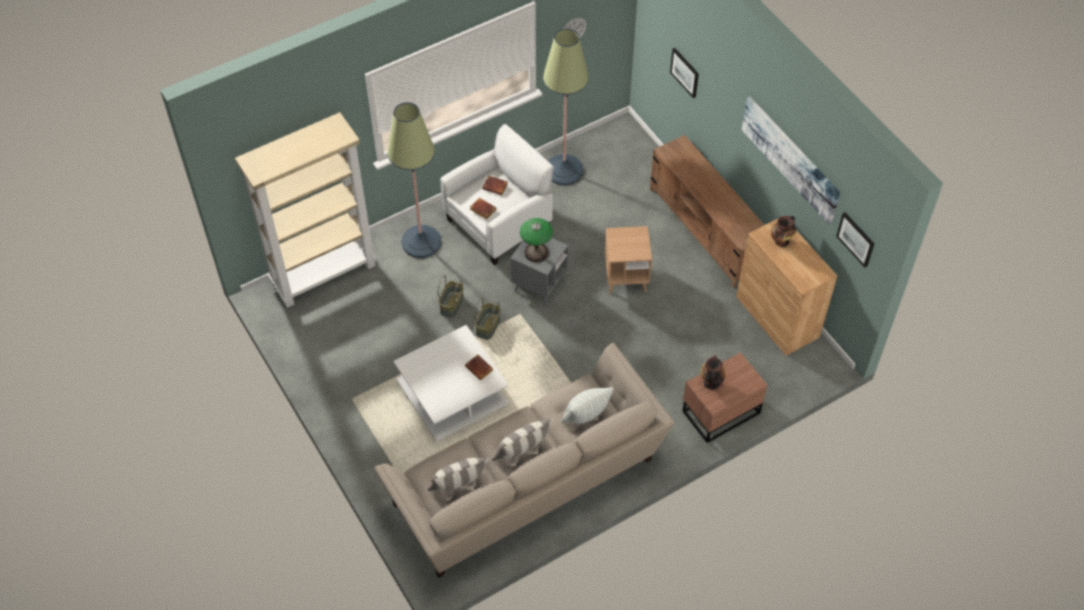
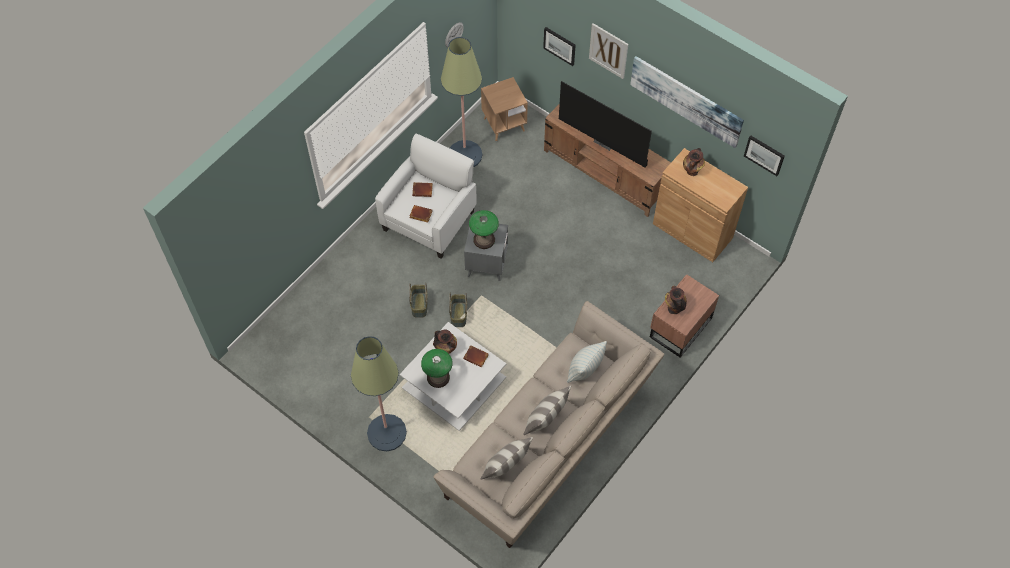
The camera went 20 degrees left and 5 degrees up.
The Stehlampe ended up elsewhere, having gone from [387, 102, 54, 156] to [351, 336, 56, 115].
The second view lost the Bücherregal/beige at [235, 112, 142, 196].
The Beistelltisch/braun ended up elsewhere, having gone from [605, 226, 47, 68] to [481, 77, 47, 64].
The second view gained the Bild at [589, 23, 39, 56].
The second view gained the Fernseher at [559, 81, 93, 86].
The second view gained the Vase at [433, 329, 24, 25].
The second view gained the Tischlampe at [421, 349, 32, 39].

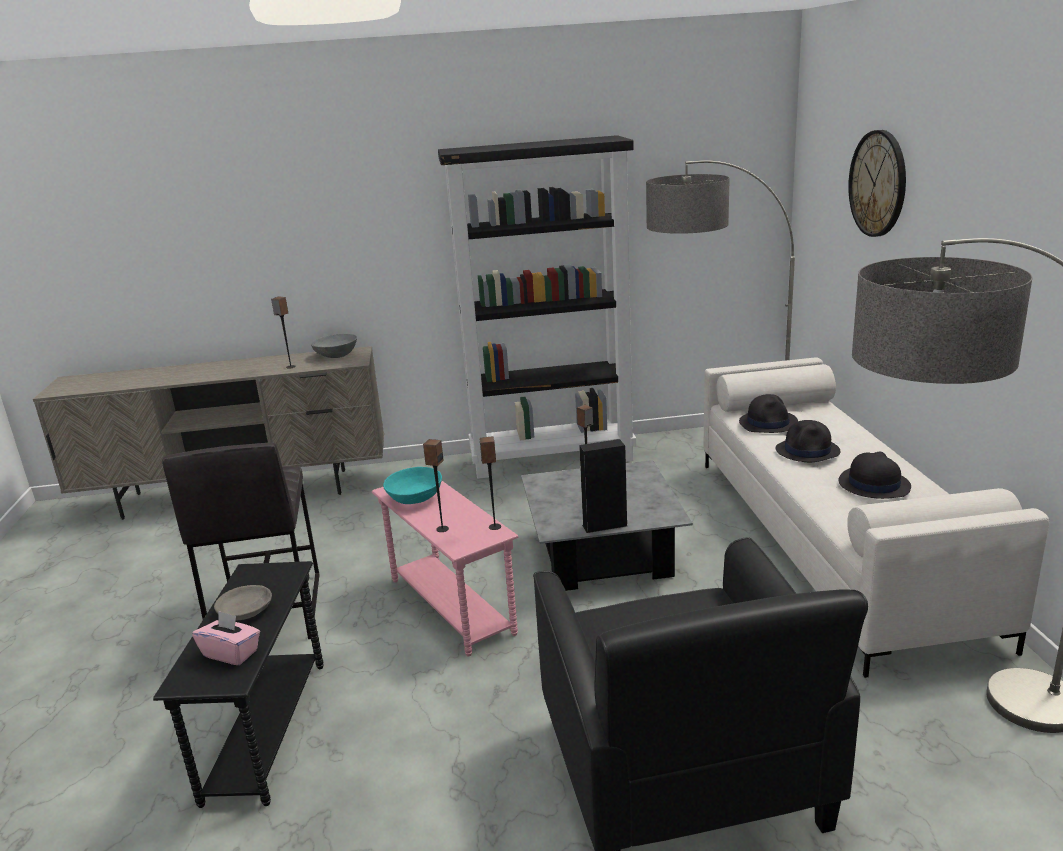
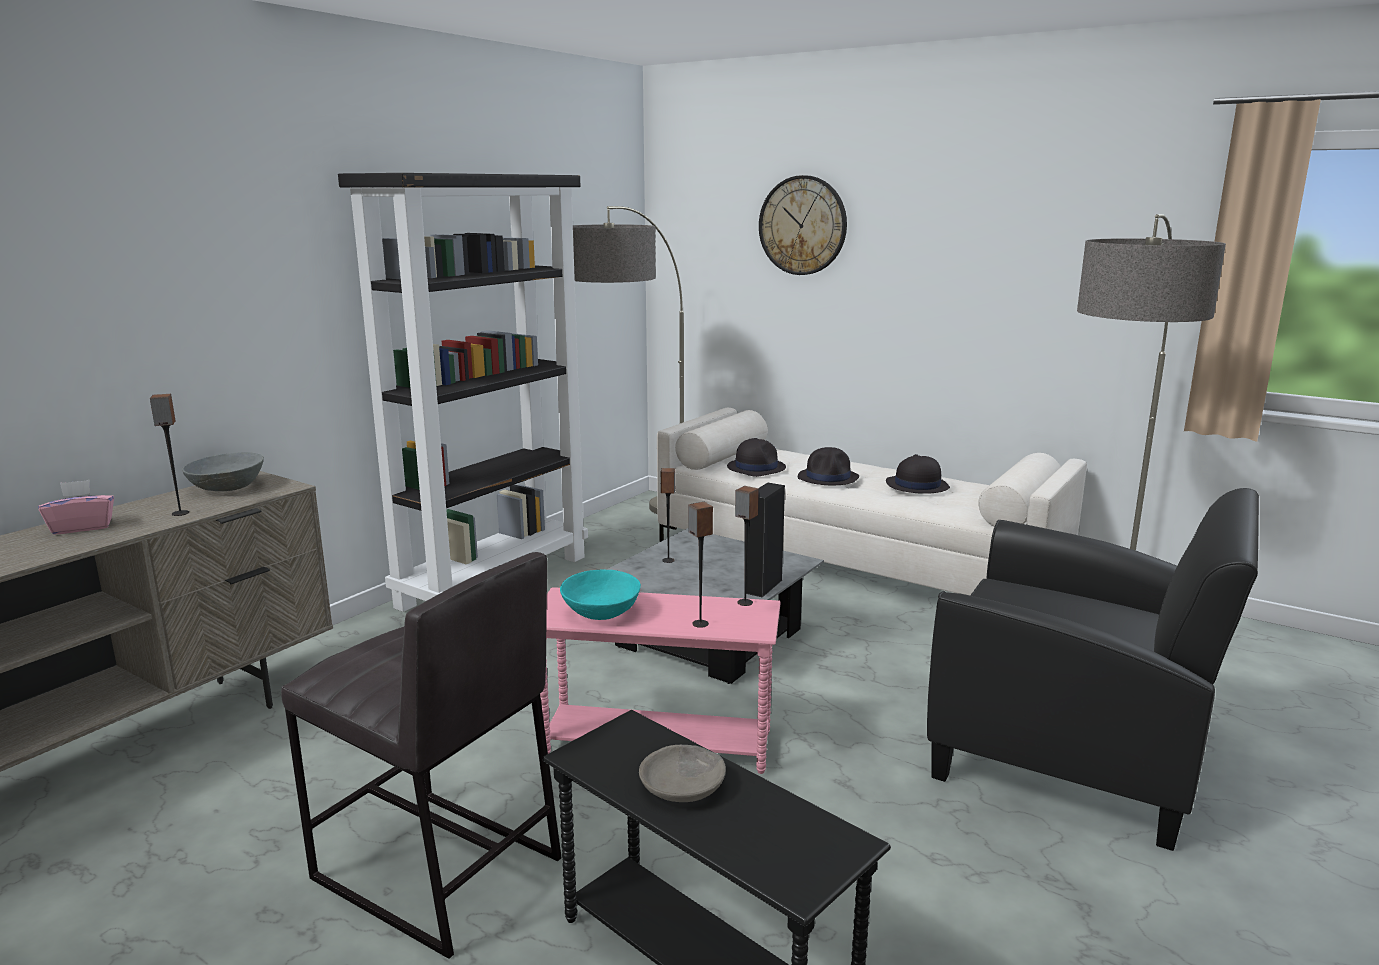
The camera went 50 degrees left and 5 degrees down.
The Taschentuchbox/rosa ended up elsewhere, having gone from [192, 611, 68, 54] to [38, 480, 76, 55].

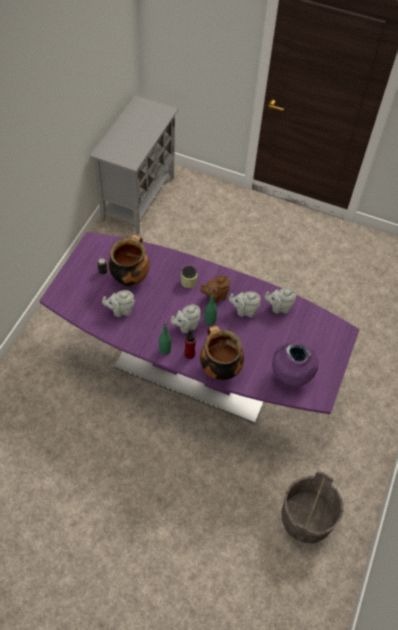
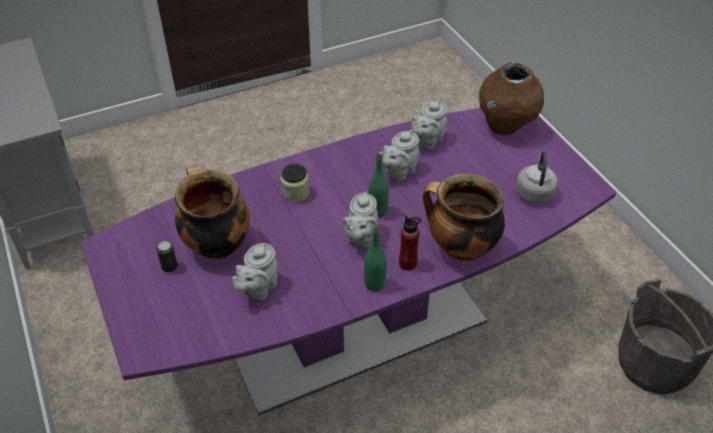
The camera went 45 degrees left and 10 degrees down.
The second view lost the Teekanne/braun at [200, 275, 30, 28].
Where the Vase/lila stood at [272, 342, 46, 44], the Wasserkessel/grau came to stand at [516, 152, 42, 52].
The second view gained the Vase/braun at [479, 62, 65, 73].

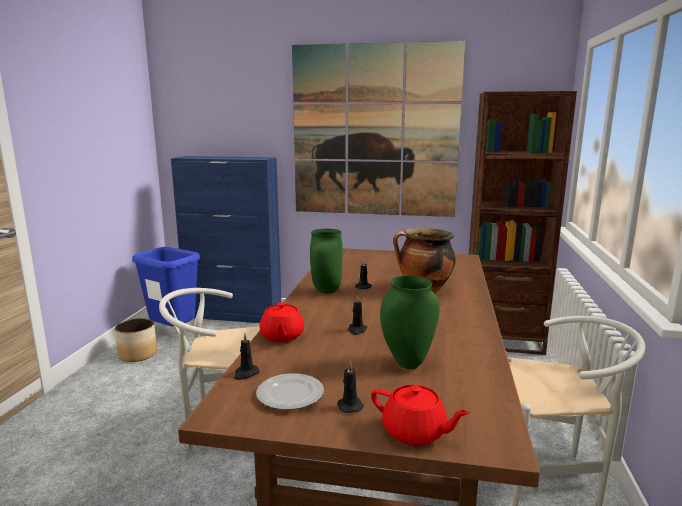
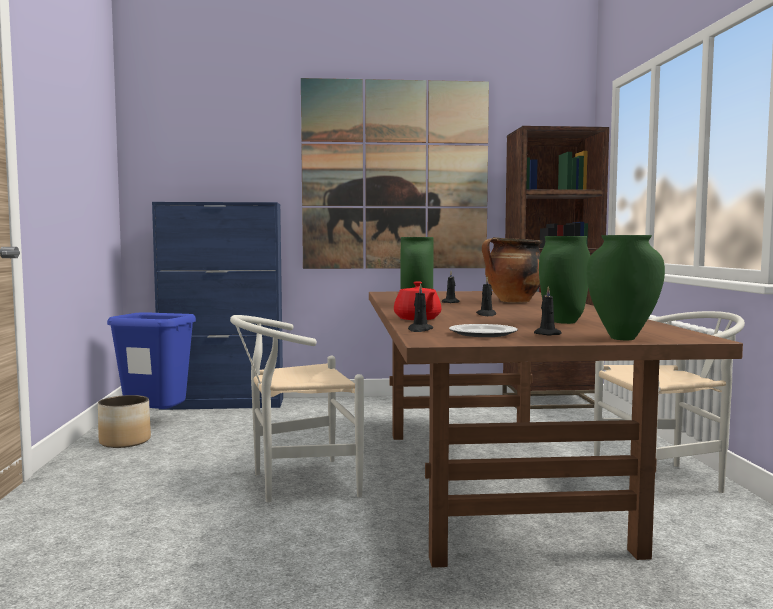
The camera went 15 degrees left and 10 degrees down.
Where the Teekanne/rot stood at [371, 385, 99, 60], the Vase/grün came to stand at [586, 235, 79, 105].

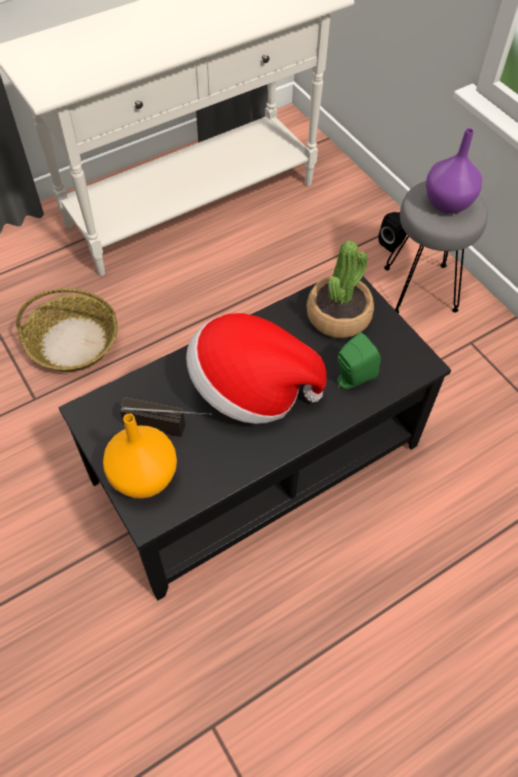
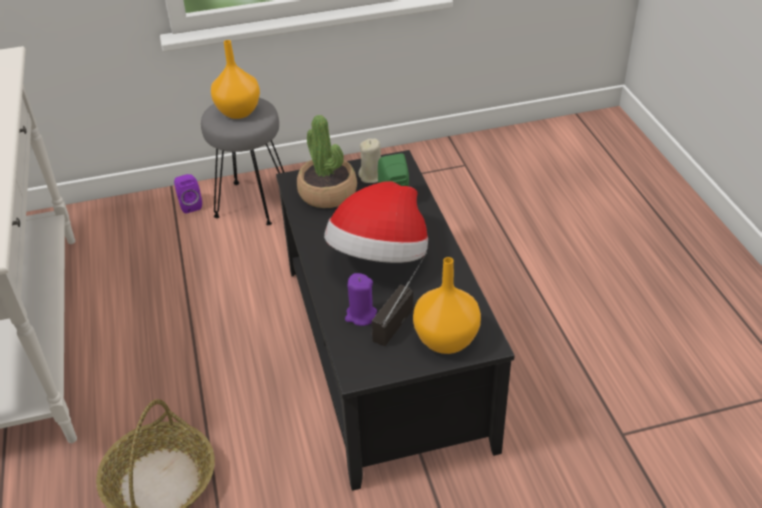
The camera went 70 degrees left and 15 degrees down.
What was the Vase/lila at [426, 128, 56, 86] turned into the Vase/orange at [211, 40, 49, 79].
What was the Lautsprecher/schwarz at [378, 212, 29, 40] turned into the Lautsprecher/lila at [174, 174, 28, 40].
The second view gained the Kerze/beige at [358, 139, 23, 44].
The second view gained the Kerze/lila at [345, 273, 32, 53].

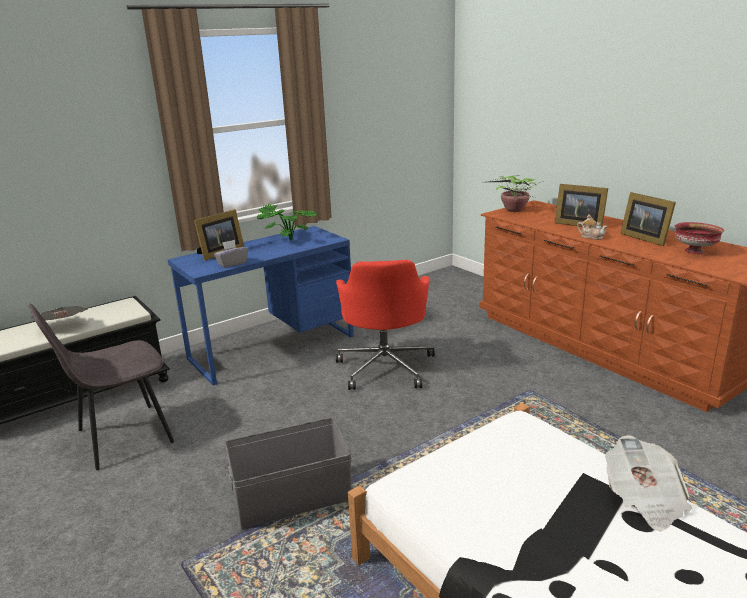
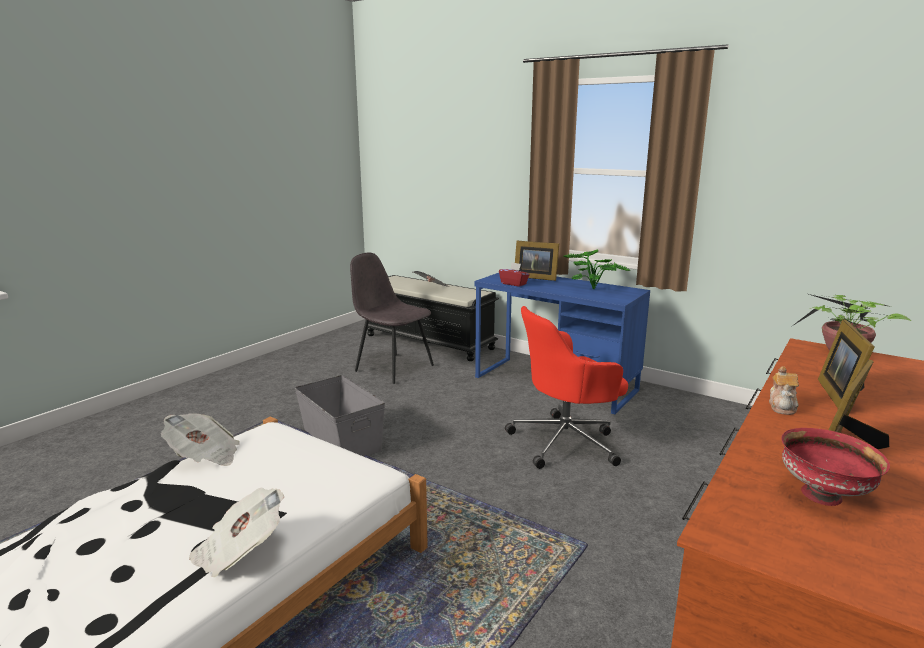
The camera went 70 degrees right and 5 degrees down.
What was the Taschentuchbox/grau at [214, 240, 34, 28] turned into the Taschentuchbox/rot at [499, 262, 31, 25].
The second view gained the Zeitung at [161, 413, 78, 53].

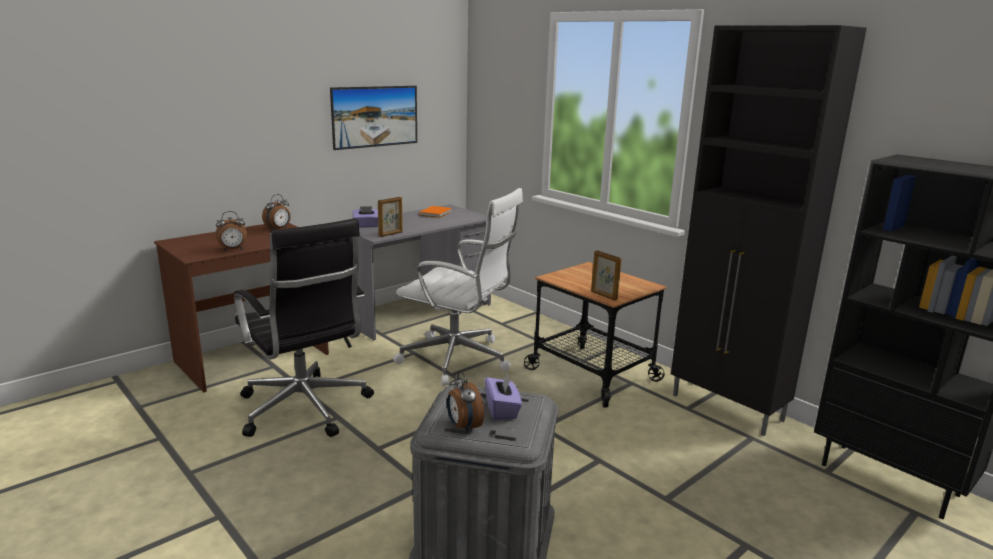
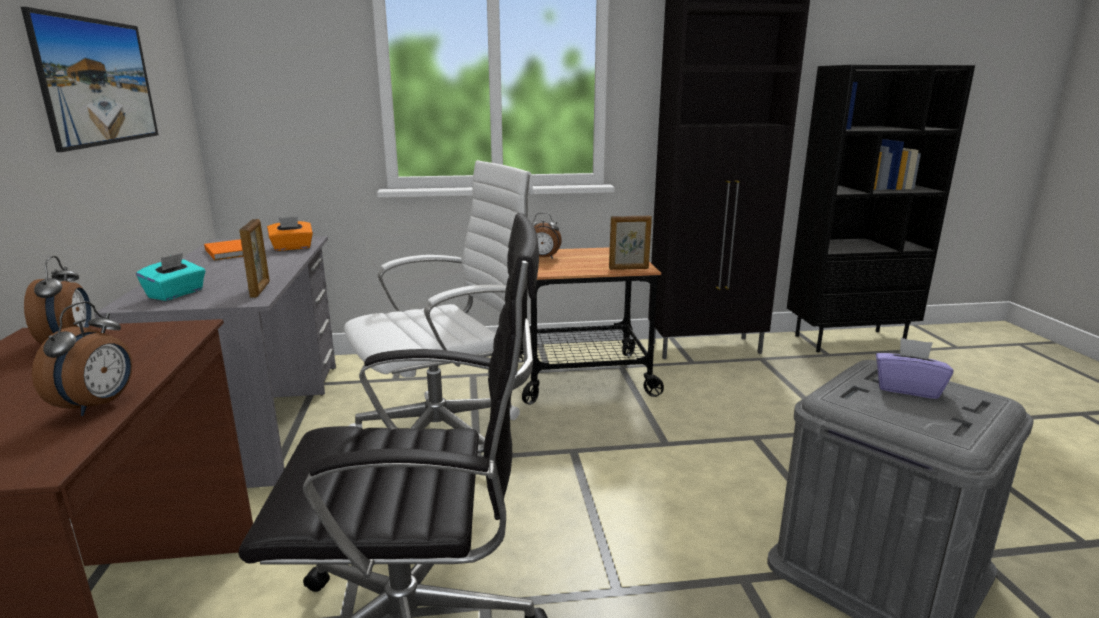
The camera went 55 degrees left and 0 degrees up.
What was the Taschentuchbox/lila at [353, 206, 25, 22] turned into the Taschentuchbox/türkis at [136, 253, 69, 48].
The Wecker ended up elsewhere, having gone from [447, 371, 37, 62] to [532, 213, 30, 46].
The second view gained the Taschentuchbox/orange at [267, 217, 46, 34].

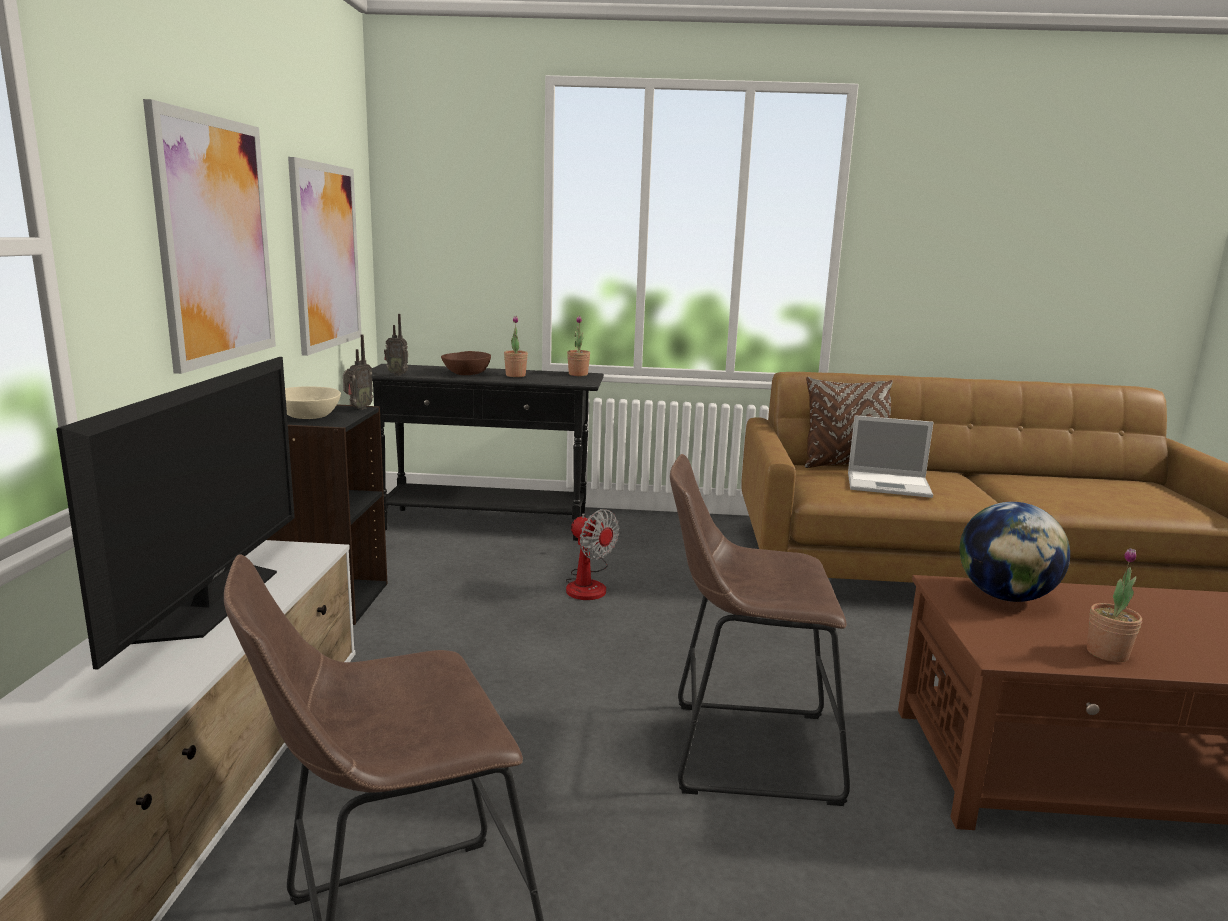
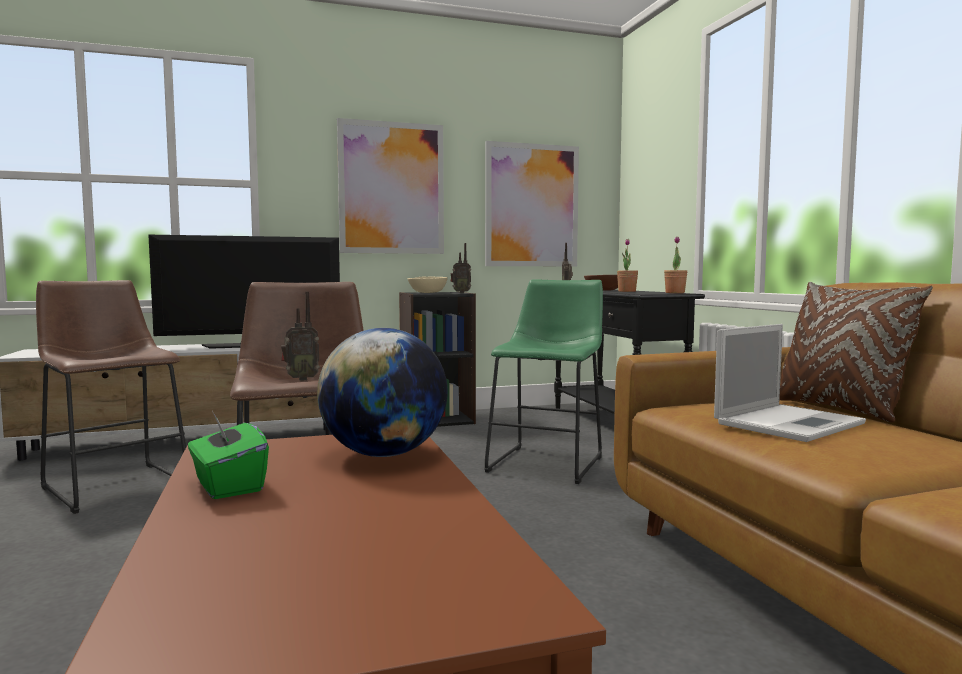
The camera went 70 degrees right and 10 degrees down.
The Laptop at [848, 415, 86, 83] ended up facing another way, 120 degrees counterclockwise from before.
Where the Ventilator stood at [565, 509, 54, 91], the Hocker/grün came to stand at [484, 279, 119, 205].
Where the Topfpflanze stood at [1087, 548, 55, 114], the Taschentuchbox/grün came to stand at [188, 411, 81, 88].
The second view gained the Radio at [281, 292, 39, 89].

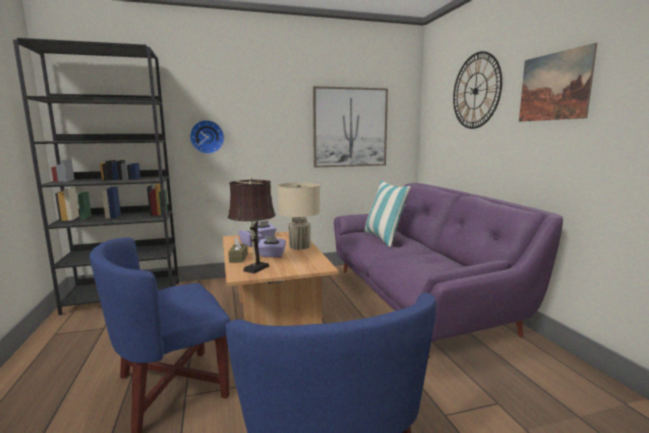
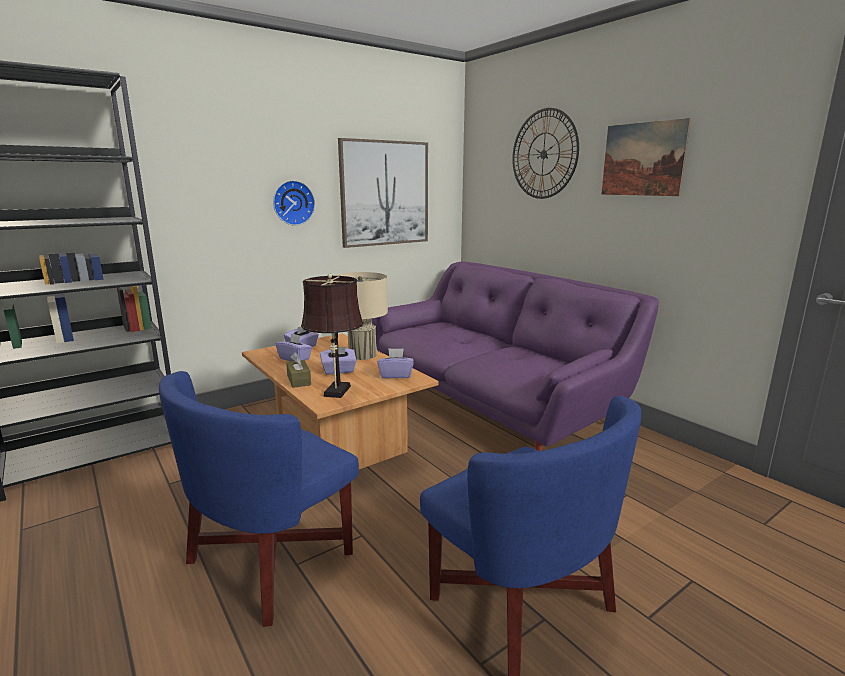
The camera went 20 degrees left and 5 degrees up.
The Wanduhr ended up elsewhere, having gone from [190, 120, 35, 34] to [273, 180, 42, 46].
The second view lost the Kissen at [364, 180, 47, 67].
The second view gained the Taschentuchbox/lila at [377, 348, 37, 30].

